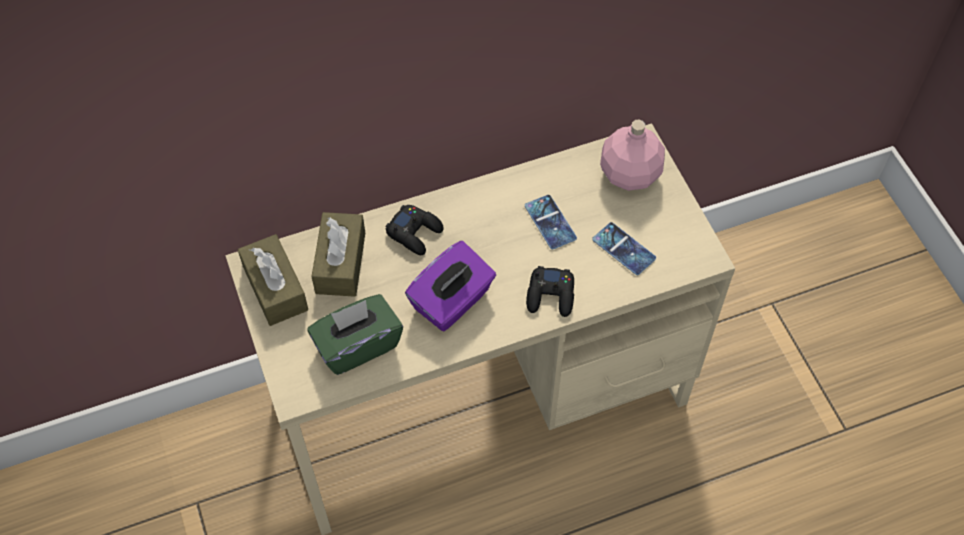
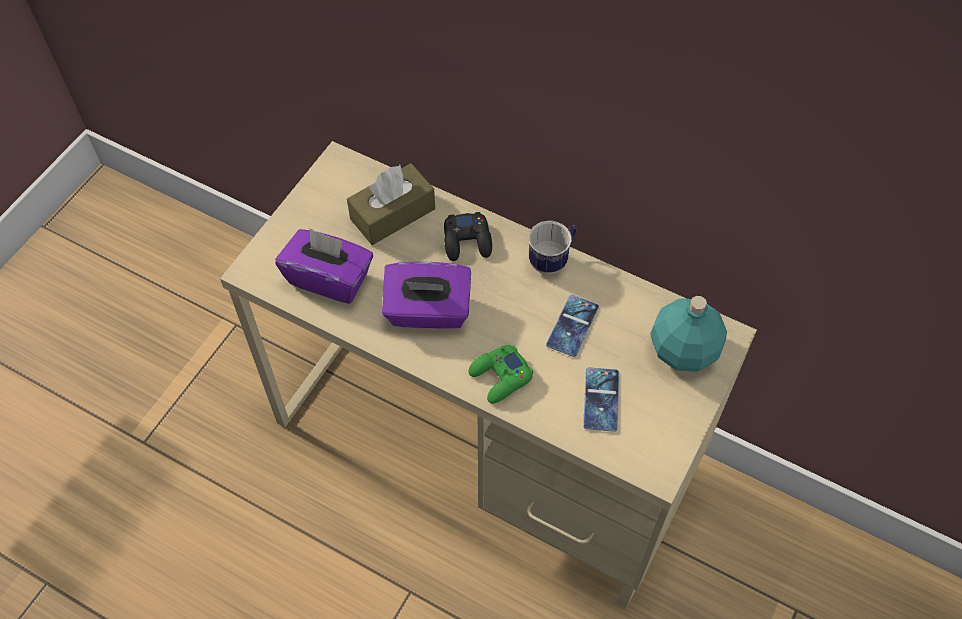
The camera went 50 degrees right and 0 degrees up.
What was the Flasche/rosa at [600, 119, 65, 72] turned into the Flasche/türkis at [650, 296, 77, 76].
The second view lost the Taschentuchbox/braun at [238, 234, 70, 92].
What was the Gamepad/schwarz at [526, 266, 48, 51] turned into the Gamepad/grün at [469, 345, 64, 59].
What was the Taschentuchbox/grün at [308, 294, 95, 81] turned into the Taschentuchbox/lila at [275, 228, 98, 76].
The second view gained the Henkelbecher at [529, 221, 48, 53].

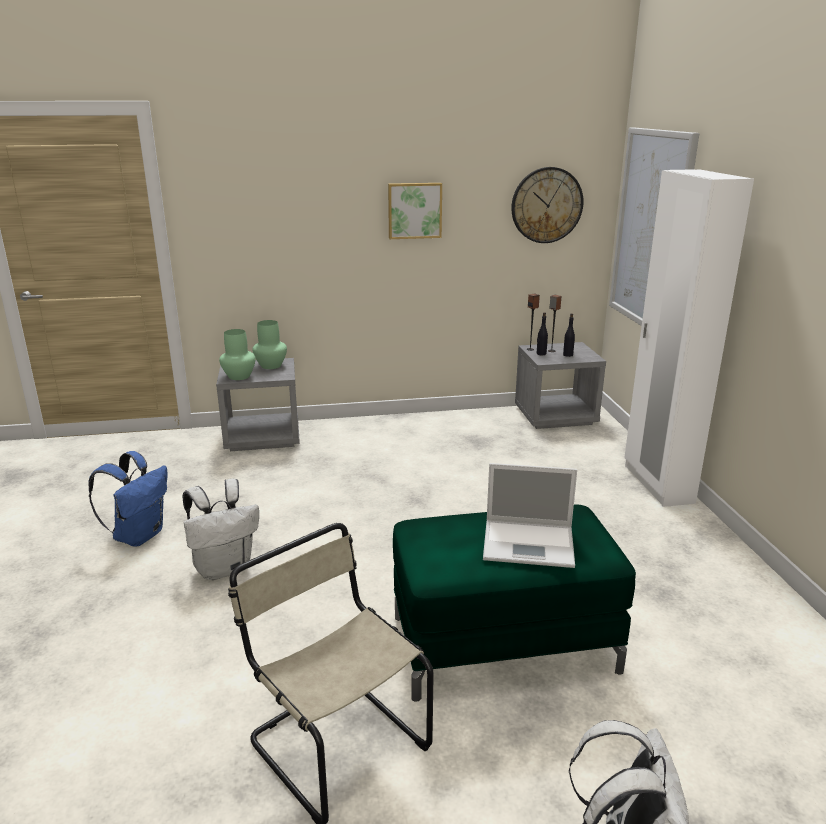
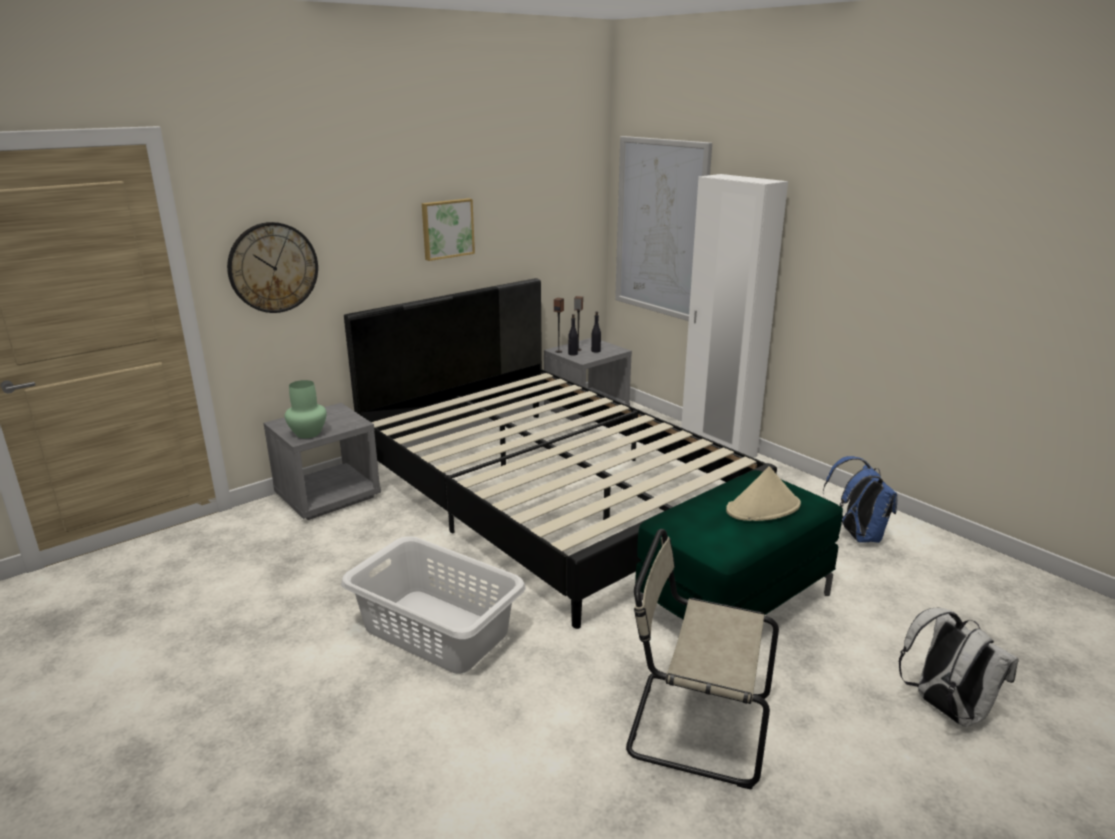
The camera went 30 degrees left and 0 degrees up.
The Wanduhr ended up elsewhere, having gone from [511, 167, 73, 76] to [227, 222, 91, 91].
The second view lost the Vase/grün at [252, 320, 35, 49].
The Rucksack/blau ended up elsewhere, having gone from [89, 451, 78, 96] to [823, 456, 74, 87].
Where the Laptop stood at [483, 463, 94, 105], the Hut/beige came to stand at [726, 466, 75, 55].
Where the Rucksack/weiß stood at [182, 479, 77, 101], the Wäschekorb/weiß came to stand at [341, 536, 185, 138].
The second view gained the Bett/schwarz at [344, 278, 433, 351].

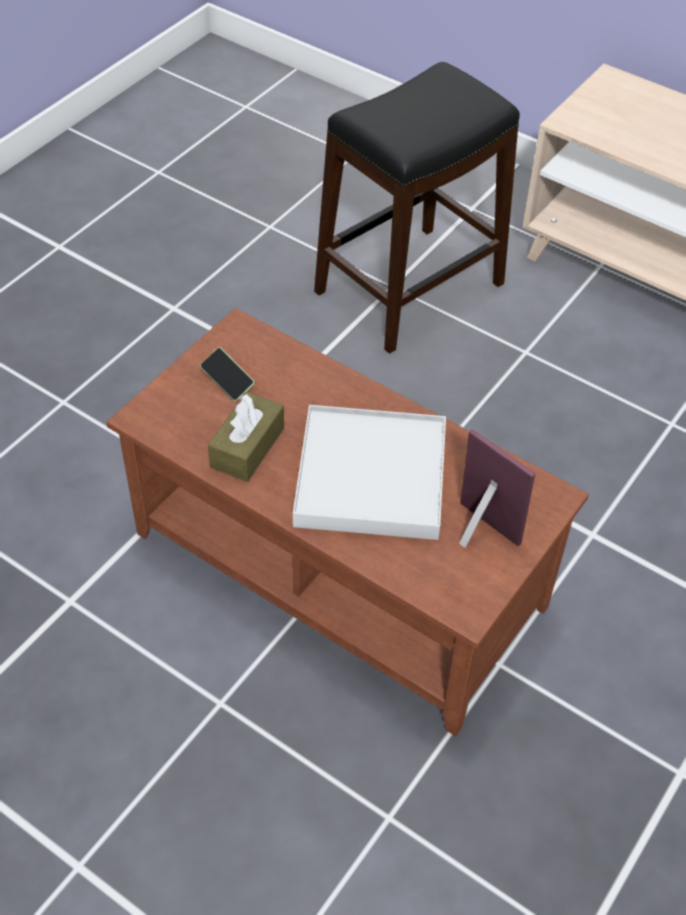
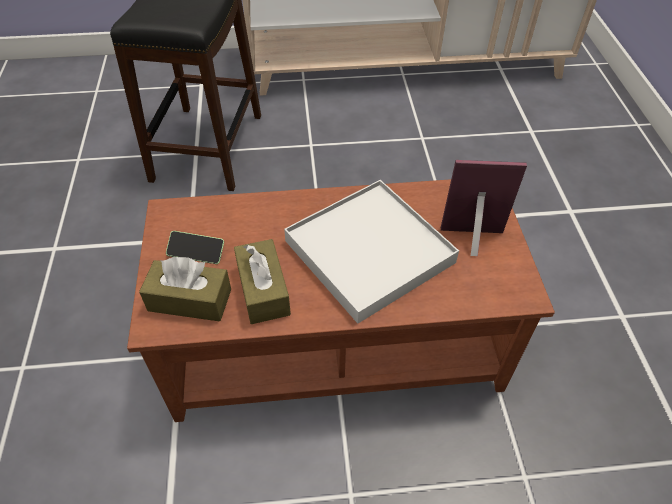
The camera went 40 degrees left and 0 degrees up.
The second view gained the Taschentuchbox/braun at [139, 257, 92, 65].

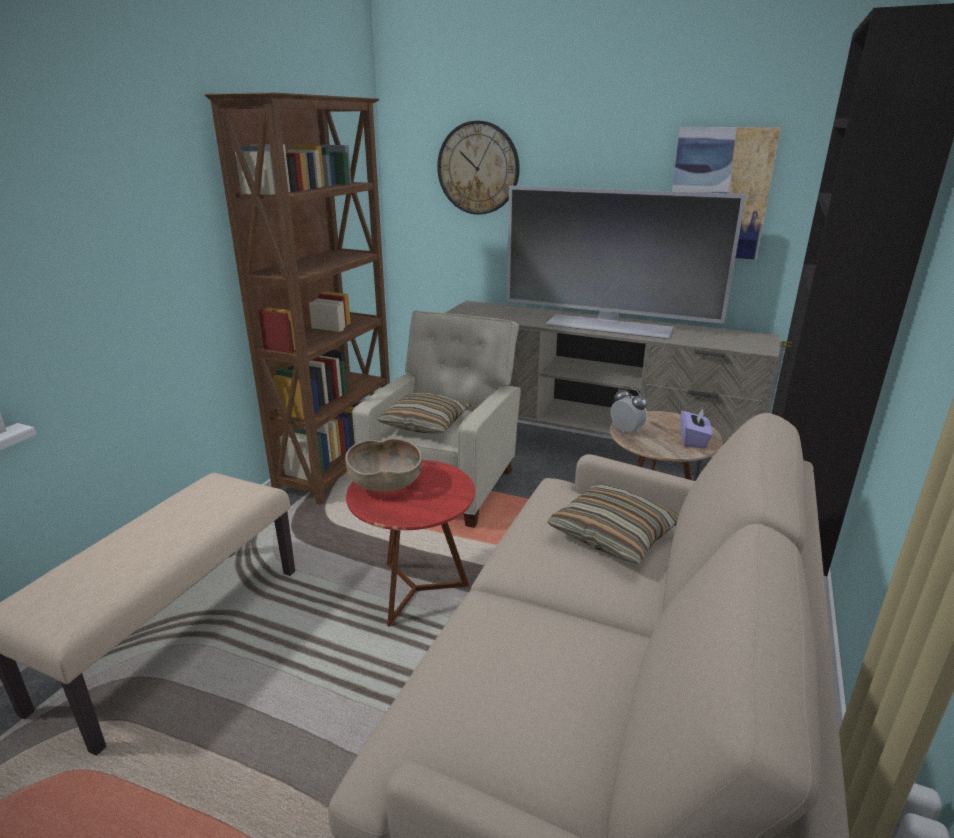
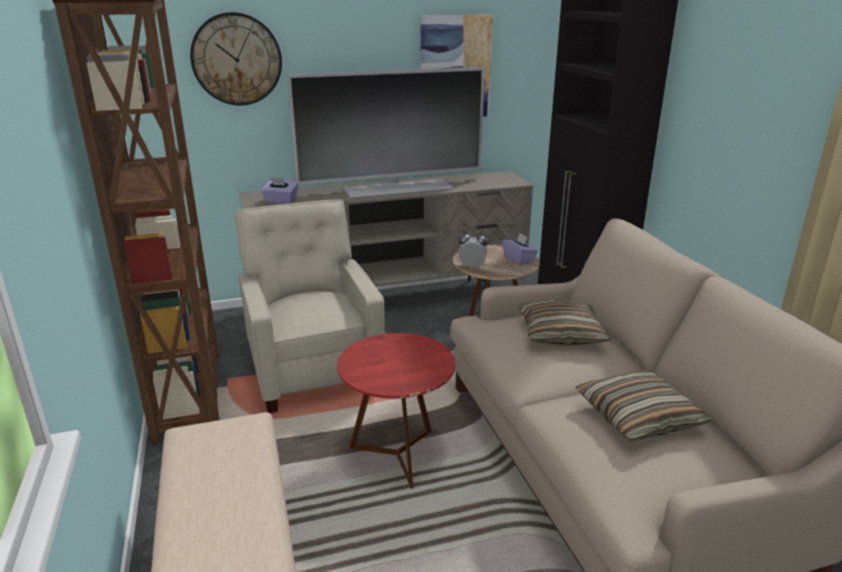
The camera went 40 degrees left and 0 degrees up.
The Kissen ended up elsewhere, having gone from [378, 393, 93, 41] to [576, 371, 137, 70].
The second view lost the Schüssel/braun at [345, 438, 77, 53].
The second view gained the Taschentuchbox/lila at [261, 177, 37, 27].

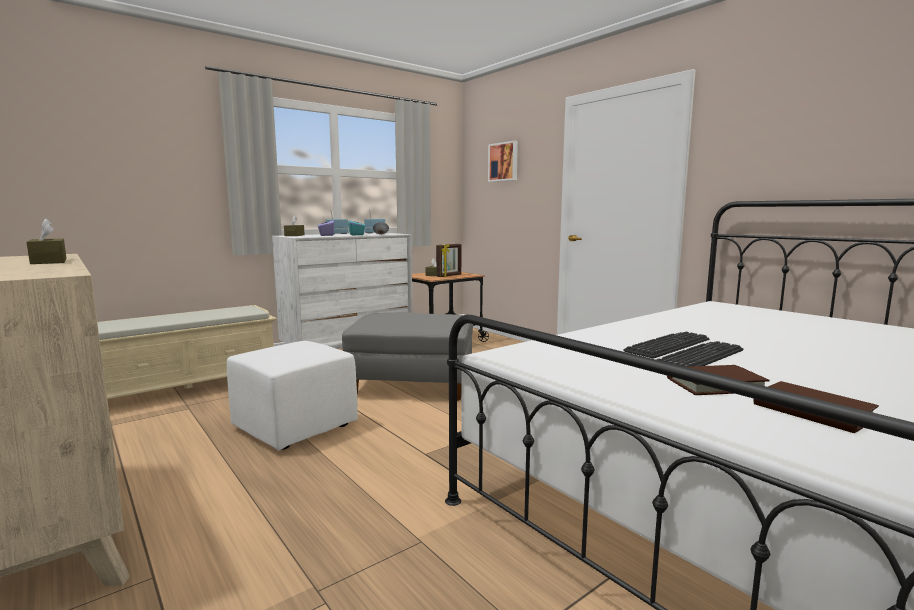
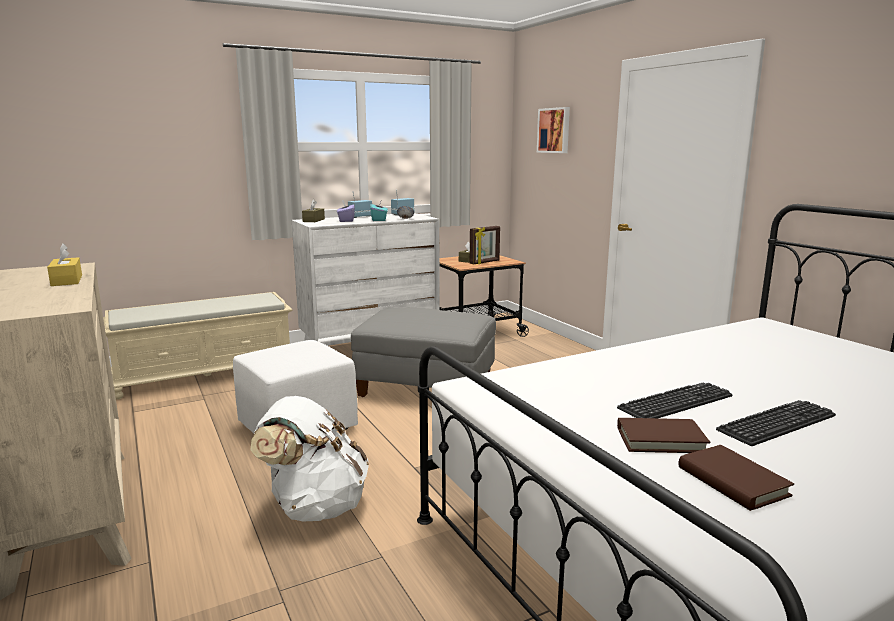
The camera went 10 degrees right and 5 degrees up.
What was the Taschentuchbox/braun at [27, 218, 40, 46] turned into the Taschentuchbox/gelb at [47, 243, 35, 43].
The Tastatur ended up elsewhere, having gone from [623, 332, 86, 26] to [716, 400, 120, 46].
The second view gained the Rucksack/weiß at [250, 396, 119, 126].

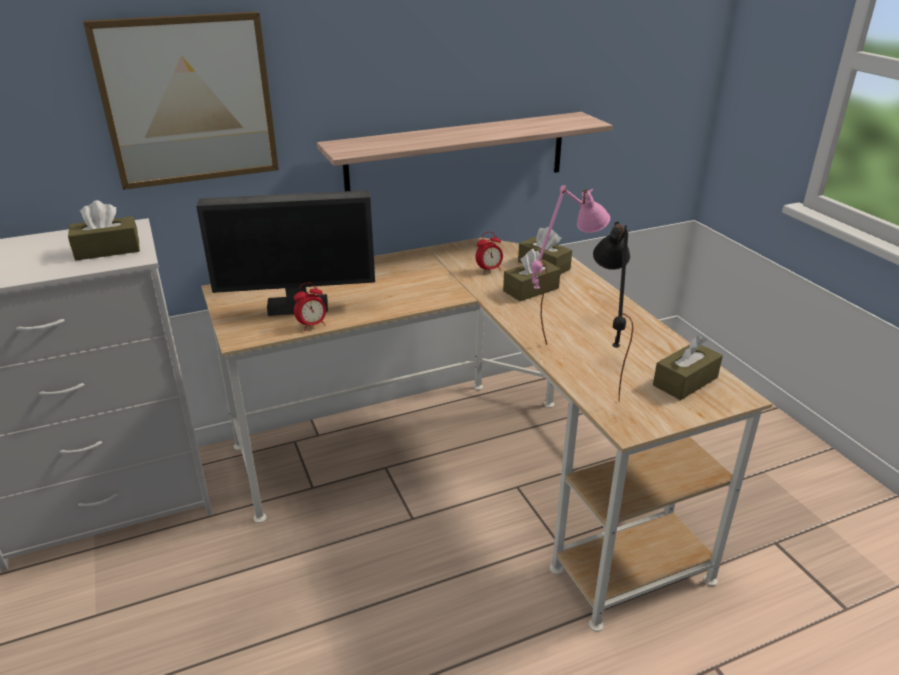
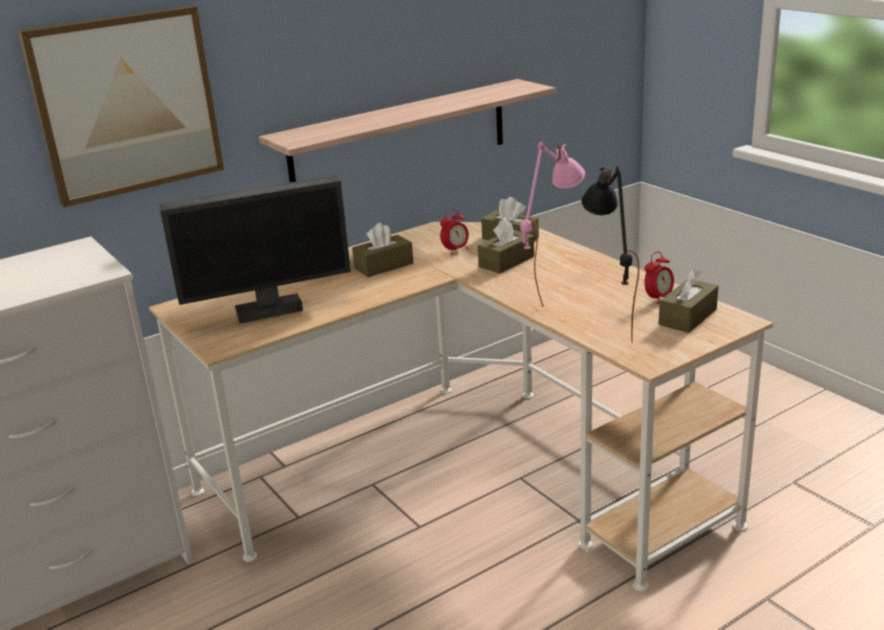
The camera went 10 degrees left and 5 degrees down.
The Taschentuchbox/braun ended up elsewhere, having gone from [68, 200, 72, 61] to [352, 223, 61, 54].
The Wecker ended up elsewhere, having gone from [294, 282, 32, 49] to [644, 251, 30, 53].

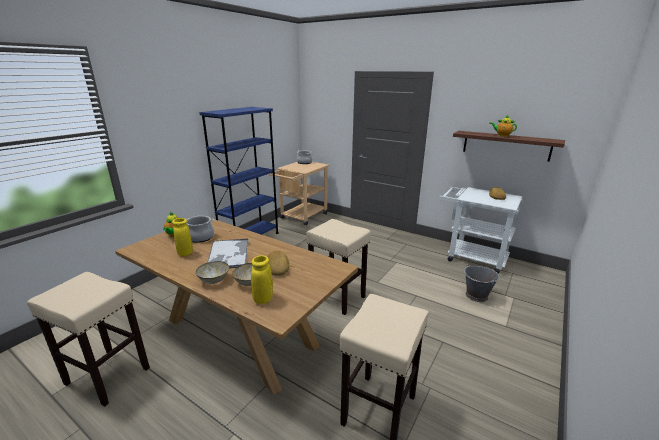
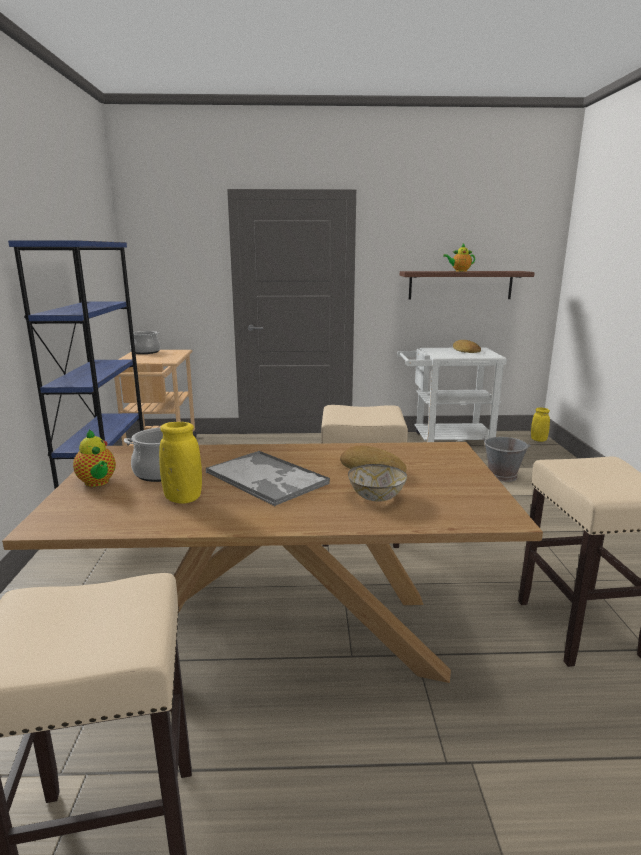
The camera went 35 degrees left and 5 degrees down.
The Vase/gelb ended up elsewhere, having gone from [251, 255, 22, 49] to [531, 407, 19, 35].
The second view lost the Schüssel at [196, 261, 33, 23].

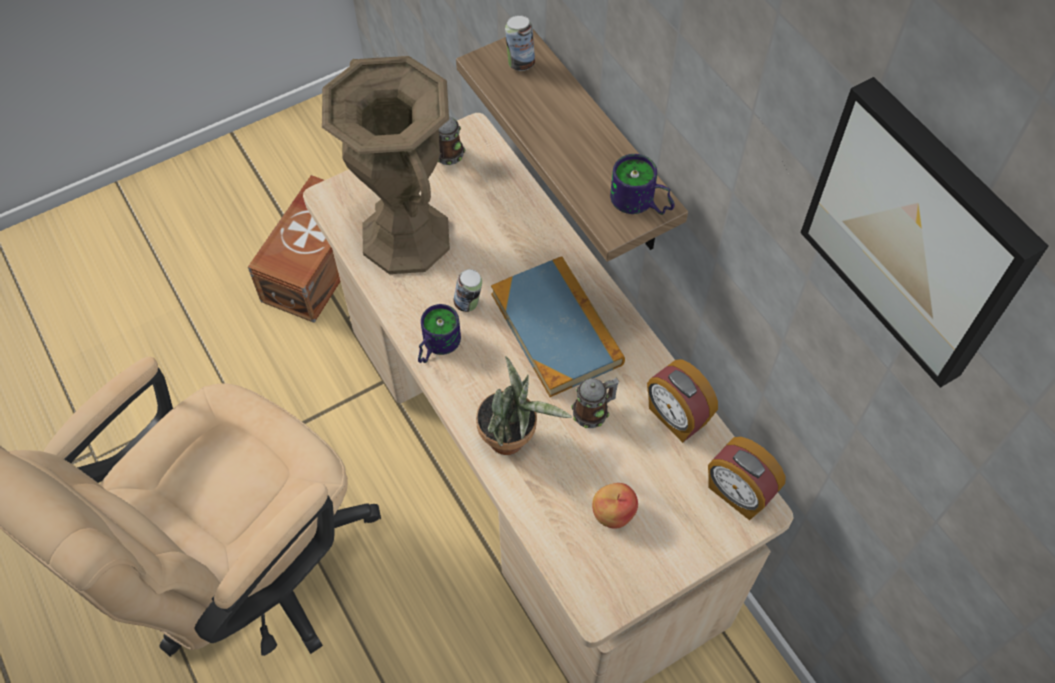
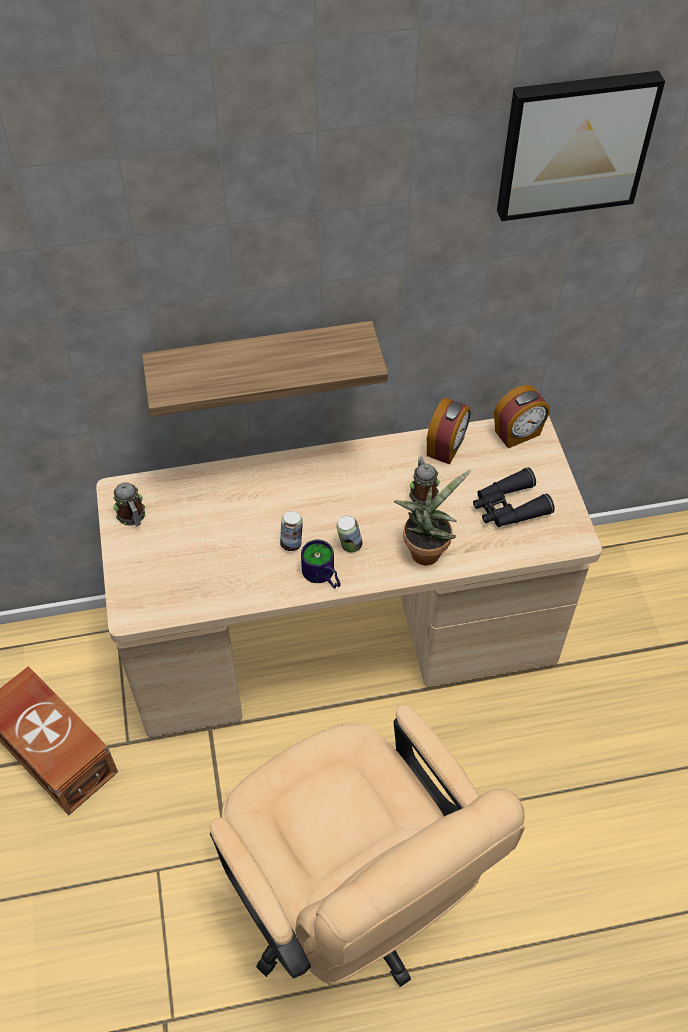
The camera went 70 degrees left and 5 degrees down.
The Dose ended up elsewhere, having gone from [505, 15, 30, 56] to [337, 516, 26, 37].
The second view lost the Vase/braun at [322, 56, 128, 218].
The second view lost the Henkelbecher at [610, 154, 65, 61].
The second view lost the Buch at [491, 256, 134, 141].
The Wecker at [647, 359, 71, 84] ended up facing another way, 45 degrees counterclockwise from before.
Where the Apfel stood at [592, 483, 46, 46], the Fernglas/schwarz came to stand at [473, 467, 82, 60].

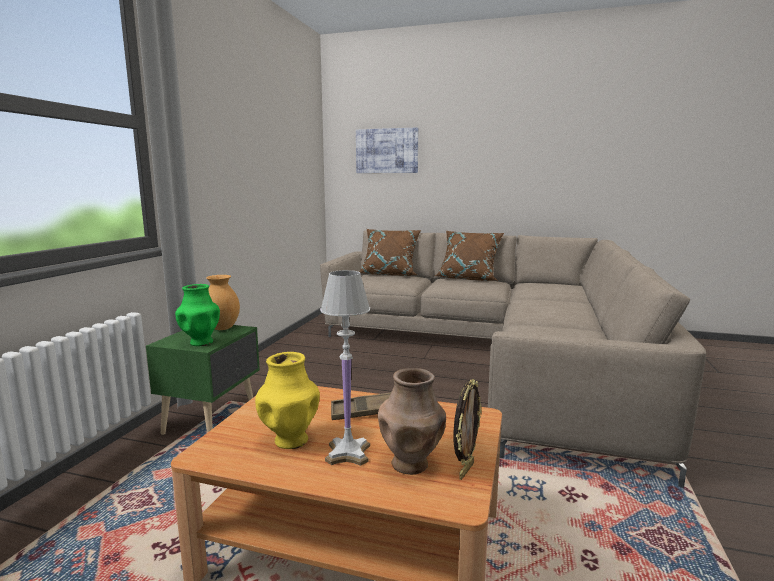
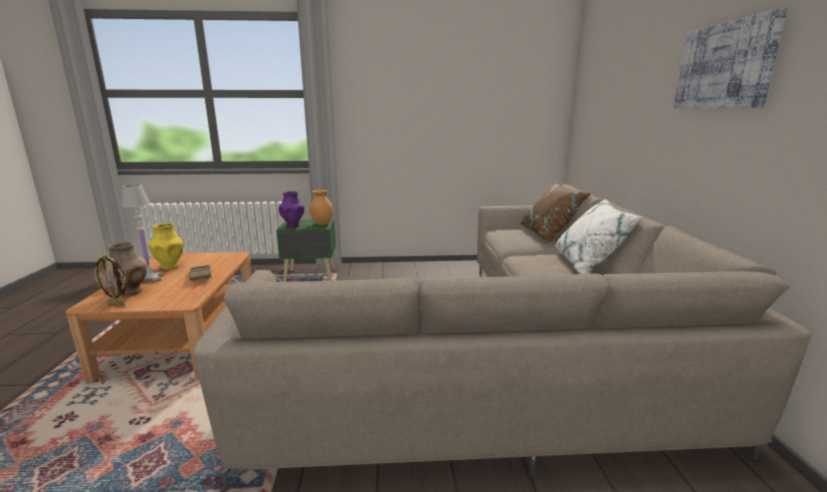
The camera went 70 degrees right and 5 degrees up.
The Bild ended up elsewhere, having gone from [356, 127, 62, 46] to [673, 8, 114, 100].
What was the Kissen/braun at [435, 231, 69, 50] turned into the Kissen/weiß at [555, 199, 87, 75].
What was the Vase/grün at [175, 284, 45, 62] turned into the Vase/lila at [279, 191, 25, 37].

